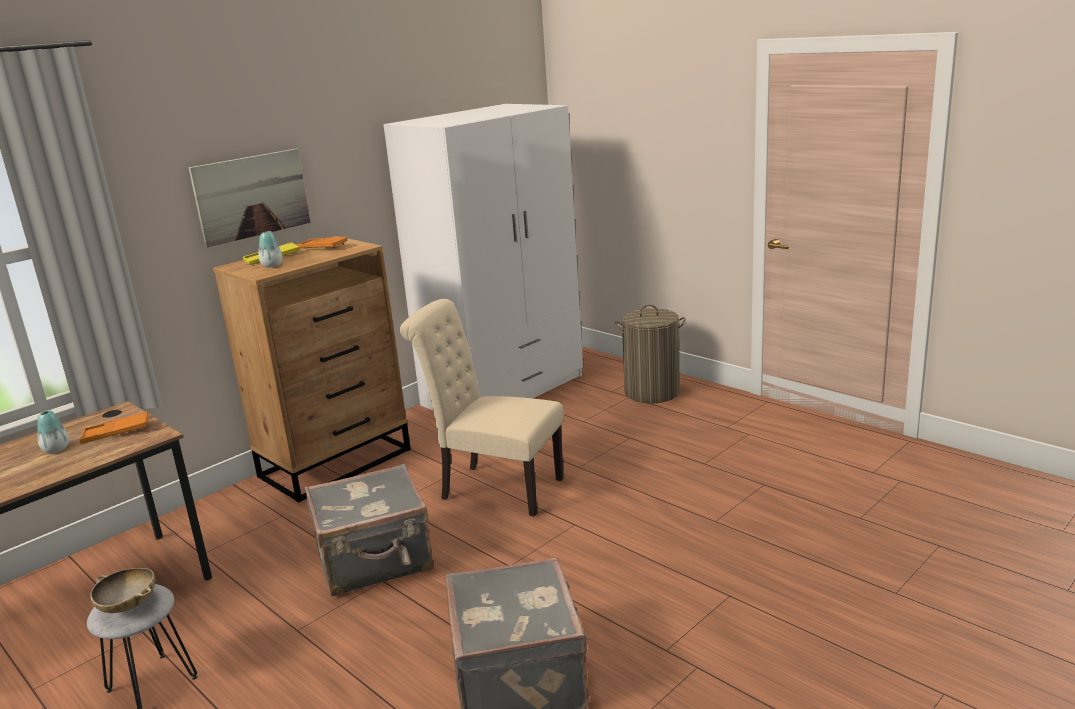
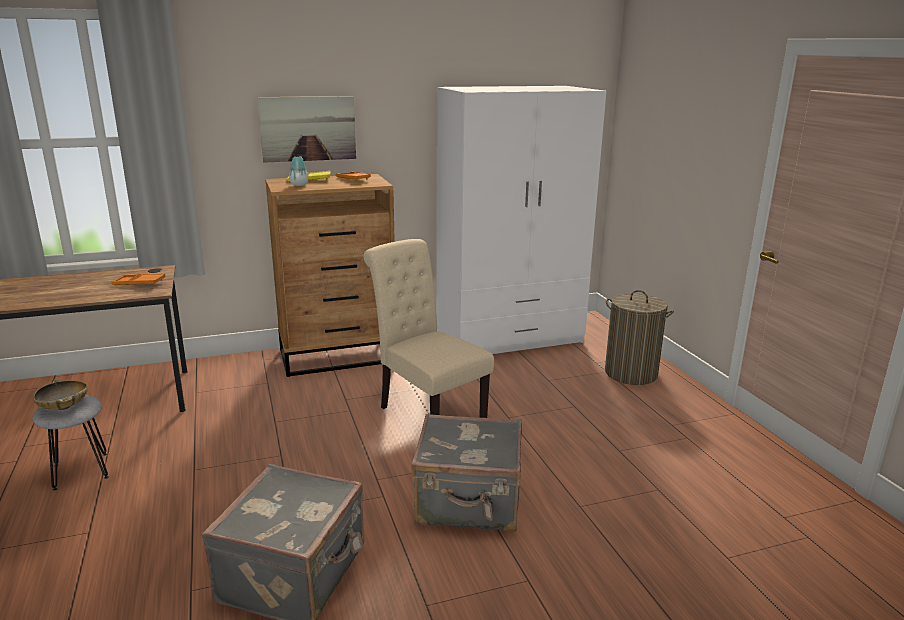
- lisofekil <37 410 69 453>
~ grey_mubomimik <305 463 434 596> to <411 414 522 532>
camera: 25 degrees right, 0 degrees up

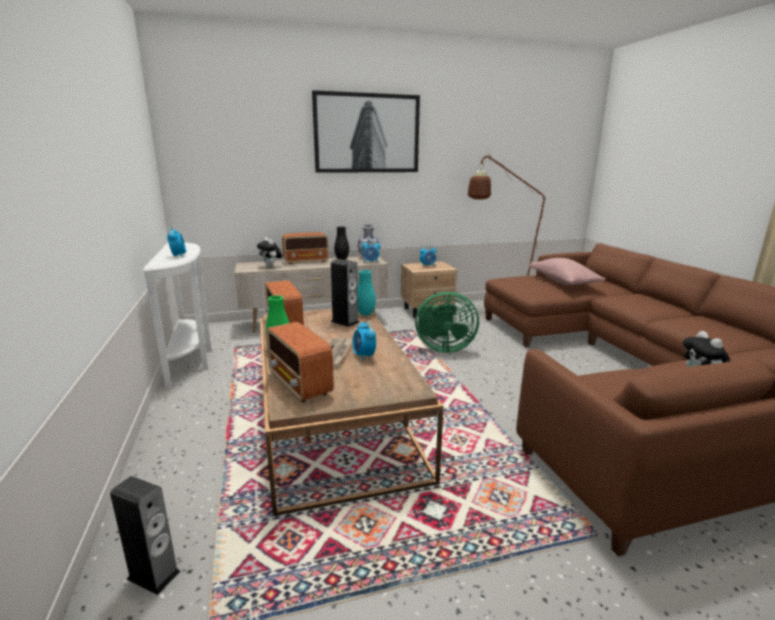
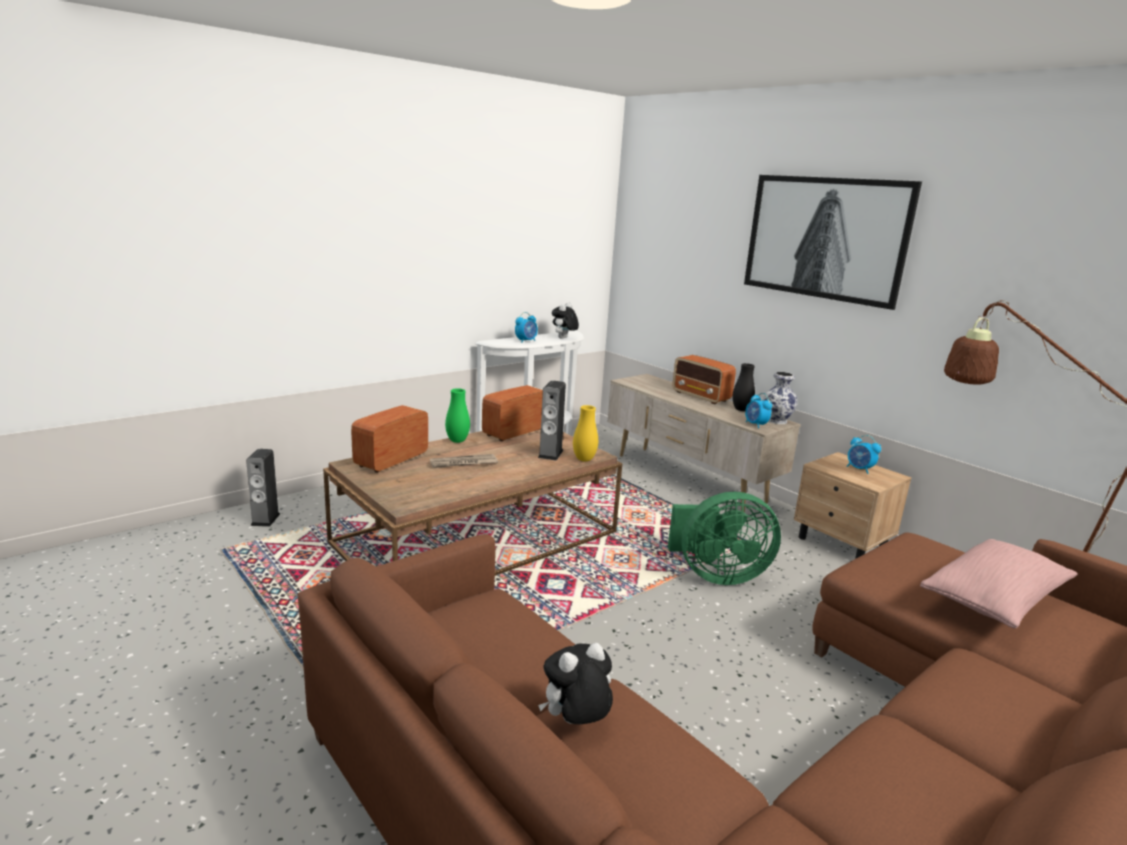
~ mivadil <257 237 282 268> to <552 303 579 339>
~ turquoise_lisofekil <358 270 376 316> to yellow_lisofekil <573 405 598 462>
~ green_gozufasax <415 291 479 353> = <668 492 781 585> 75 degrees counterclockwise
- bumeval <353 320 376 361>
camera: 65 degrees right, 0 degrees up

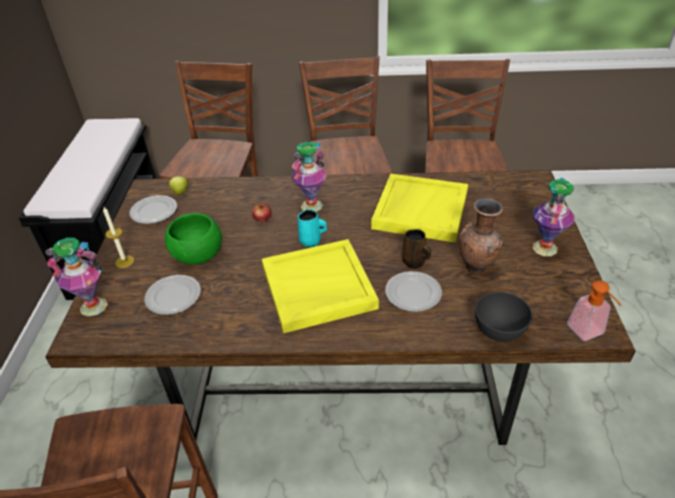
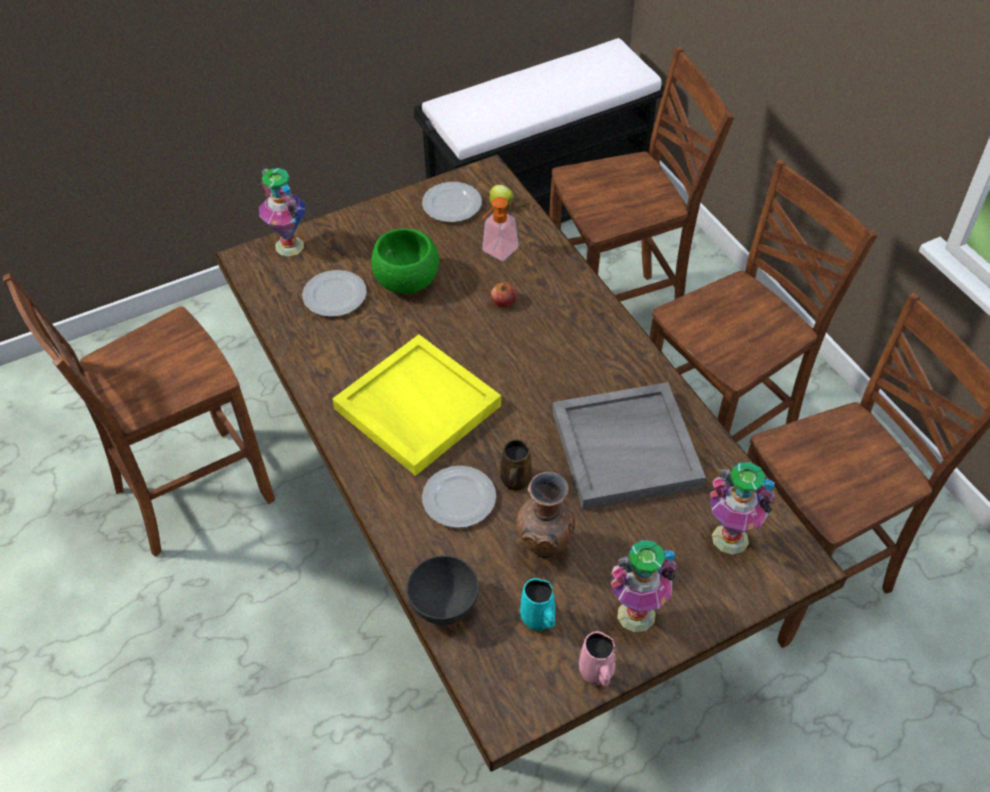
~ lisofekil <291 142 328 212> to <710 462 776 555>
~ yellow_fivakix <371 173 468 243> to grey_fivakix <552 382 706 510>
- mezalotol <103 207 134 268>
~ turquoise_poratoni <298 209 327 247> to <520 578 555 631>
~ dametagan <567 280 621 341> to <482 197 519 261>
+ pink_poratoni <579 631 615 686>
camera: 60 degrees right, 10 degrees up

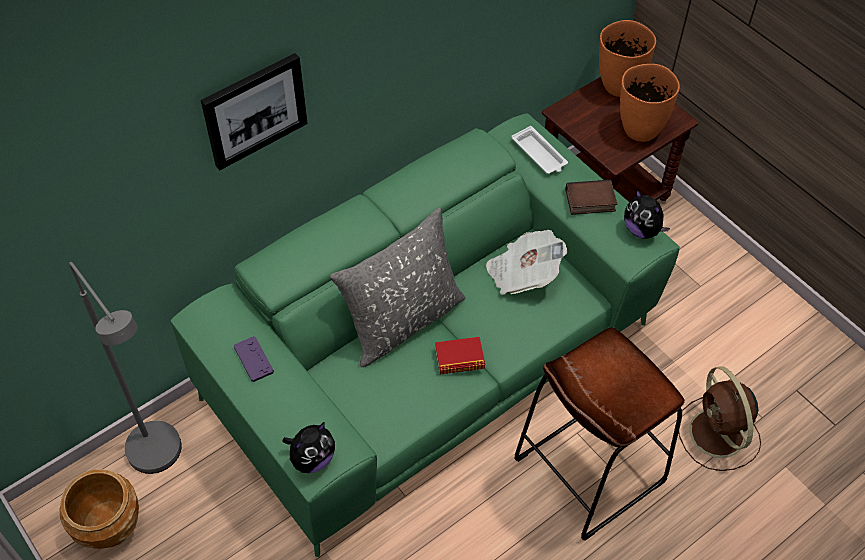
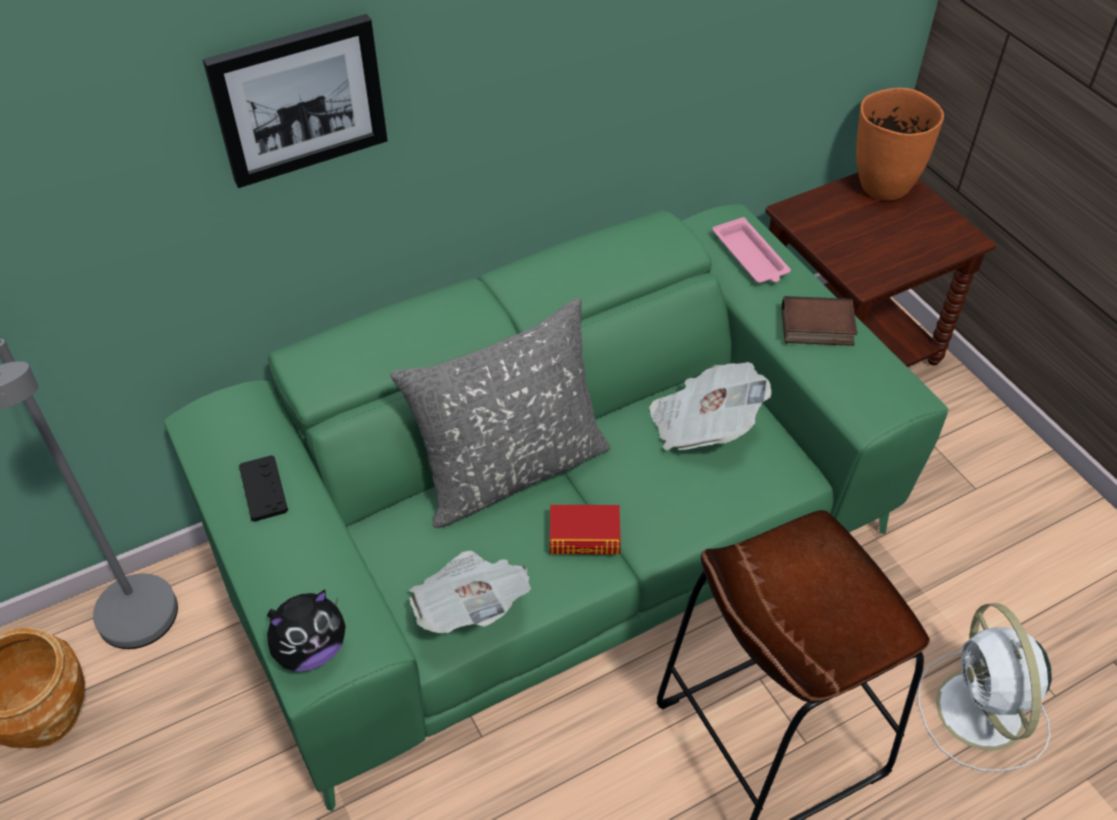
- orange_lisofekil <620 64 680 142>
~ white_fivakix <511 126 568 174> to pink_fivakix <712 217 791 283>
- mivadil <624 189 670 239>
~ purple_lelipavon <234 336 274 382> to black_lelipavon <239 455 288 522>
~ brown_gozufasax <679 366 761 471> to white_gozufasax <918 603 1052 772>
+ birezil <409 551 531 633>
camera: 10 degrees right, 5 degrees down

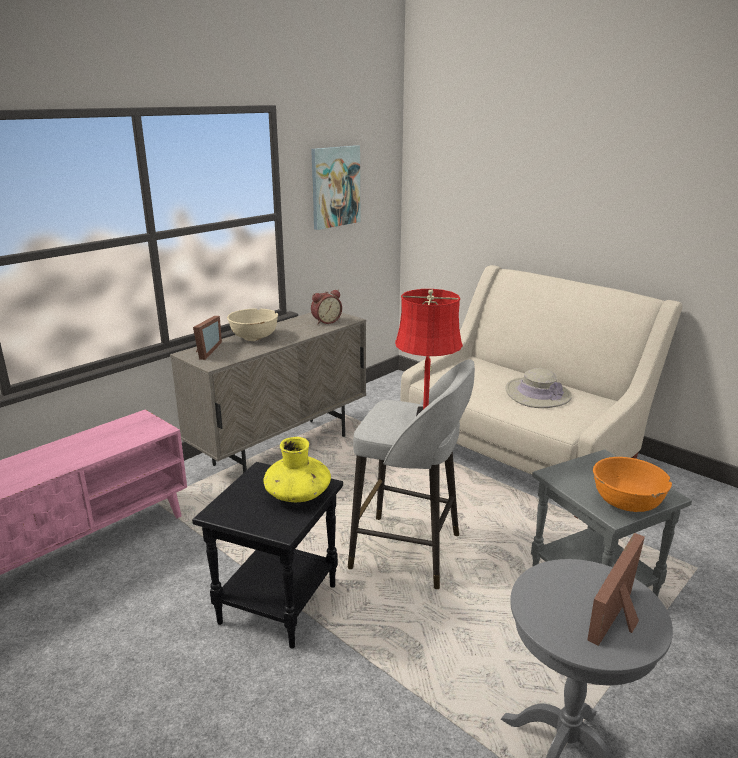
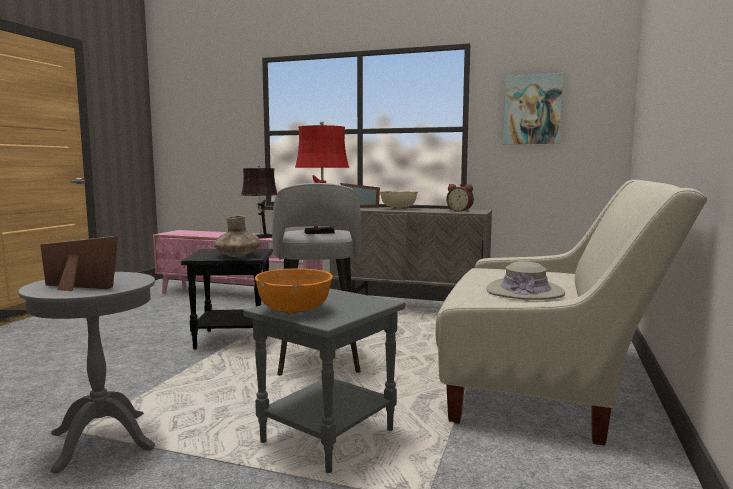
~ yellow_lisofekil <263 437 331 502> to brown_lisofekil <214 215 260 257>
+ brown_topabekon <241 165 277 239>
camera: 65 degrees right, 15 degrees down

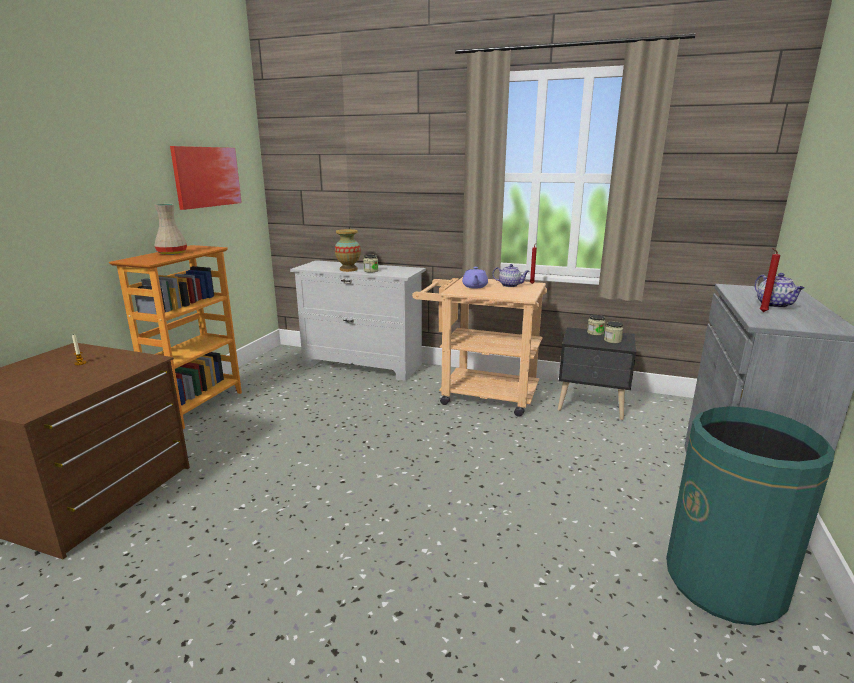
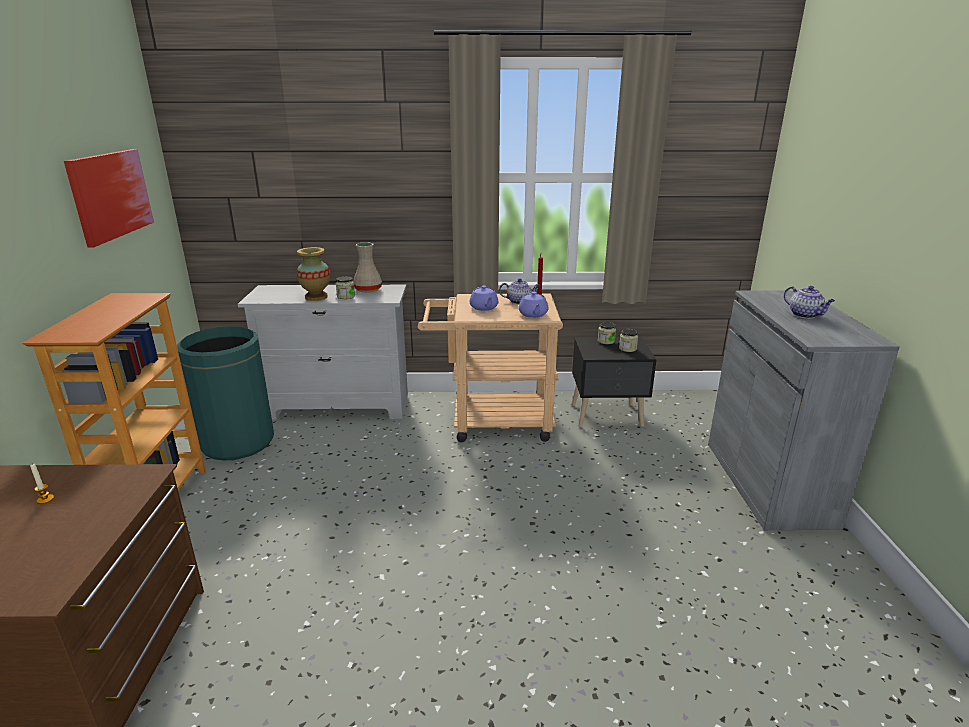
~ beige_lisofekil <154 204 187 255> to <353 242 382 292>
- red_mezalotol <760 248 780 312>
~ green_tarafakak <666 406 835 626> to <177 326 274 461>
+ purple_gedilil <519 292 548 318>
camera: 20 degrees left, 5 degrees up

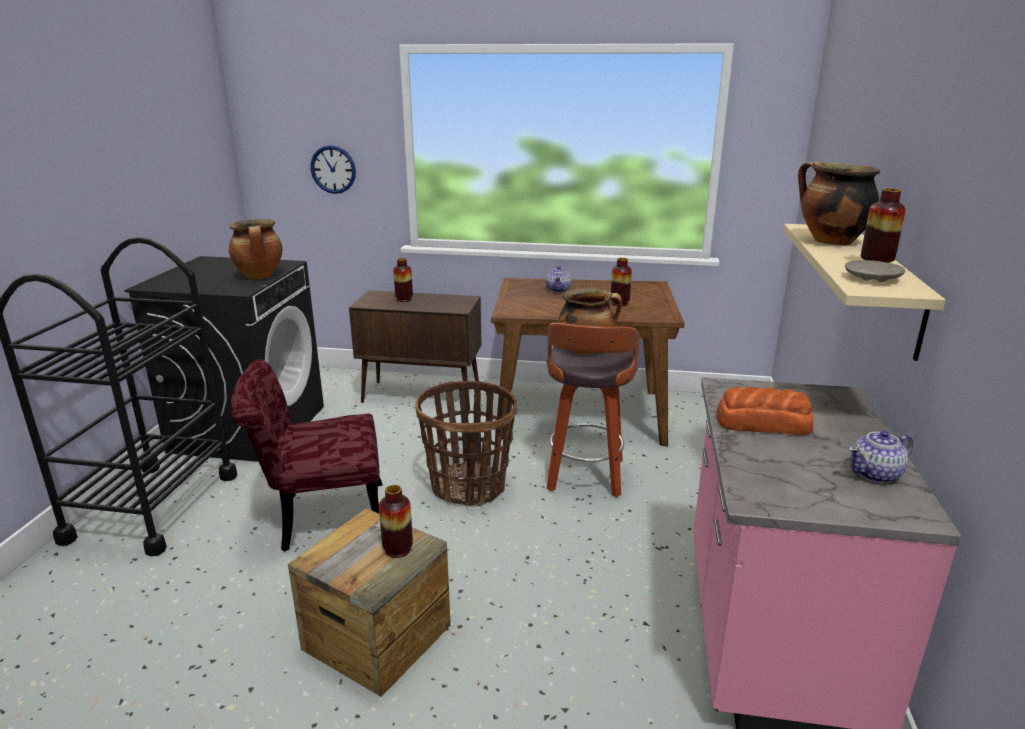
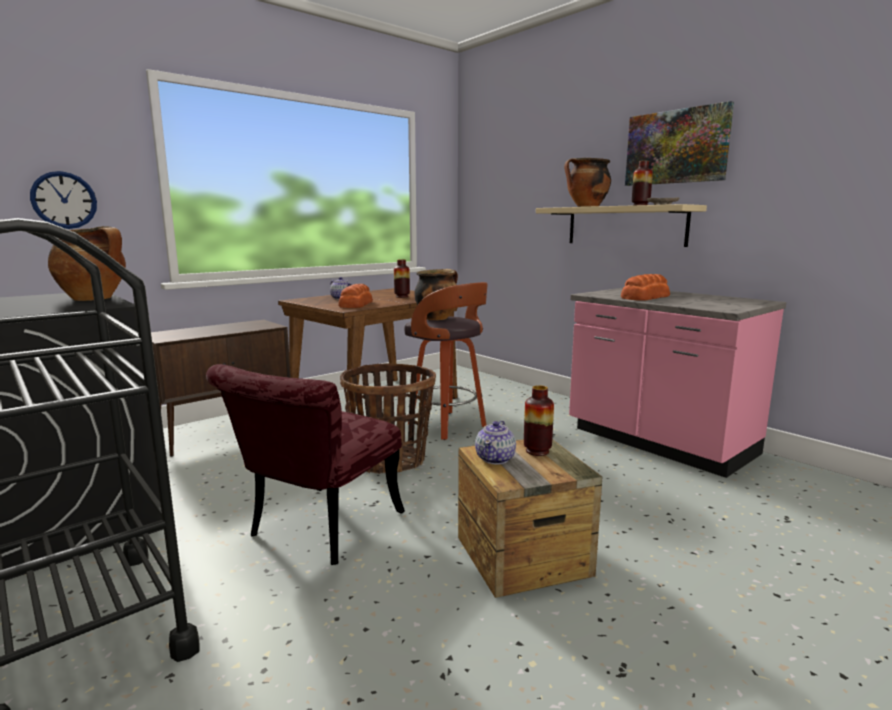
- lisofekil <393 258 413 302>
~ gedilil <849 430 913 483> to <475 420 516 464>
+ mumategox <625 101 734 186>
+ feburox <338 284 373 308>
camera: 50 degrees left, 10 degrees down

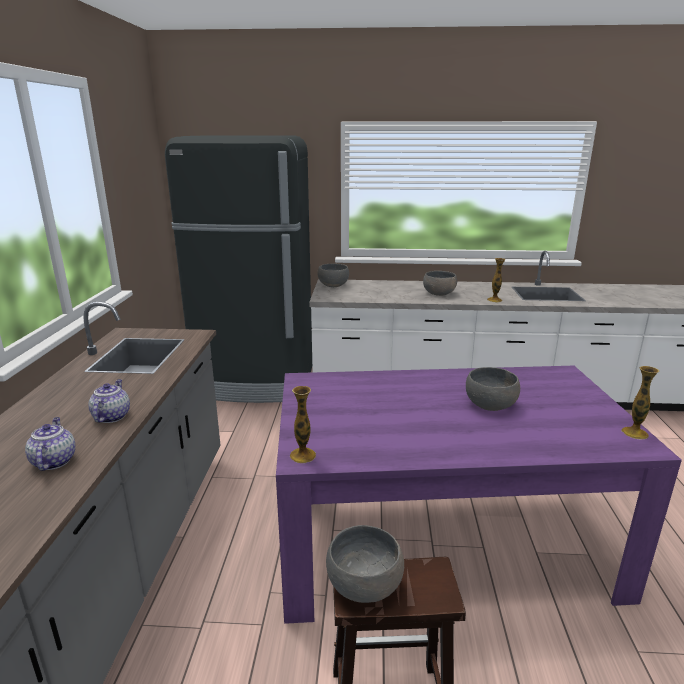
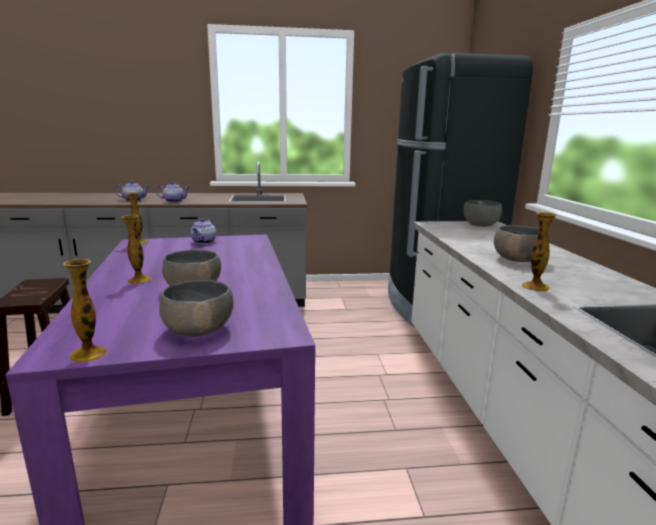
~ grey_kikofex <326 525 404 603> to <159 280 233 337>
+ lisofekil <121 215 152 284>
+ gedilil <190 218 216 244>
camera: 80 degrees right, 5 degrees down

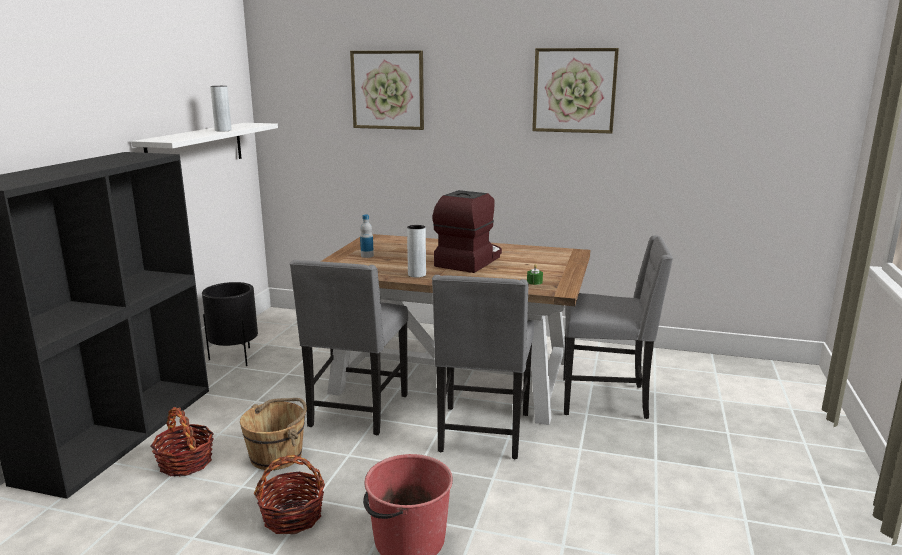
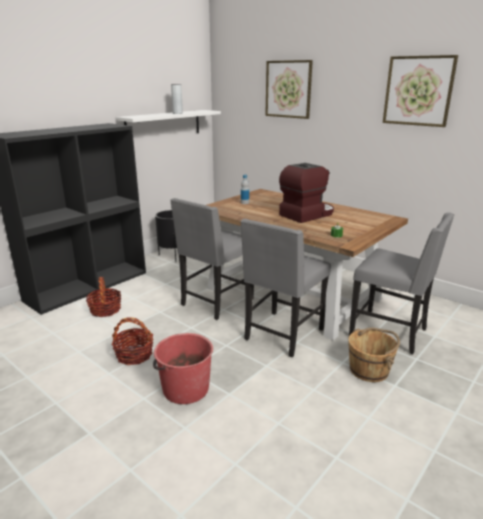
- grey_lisofekil <407 225 426 277>
~ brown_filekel <240 398 307 470> to <348 328 400 382>
camera: 25 degrees right, 5 degrees up

